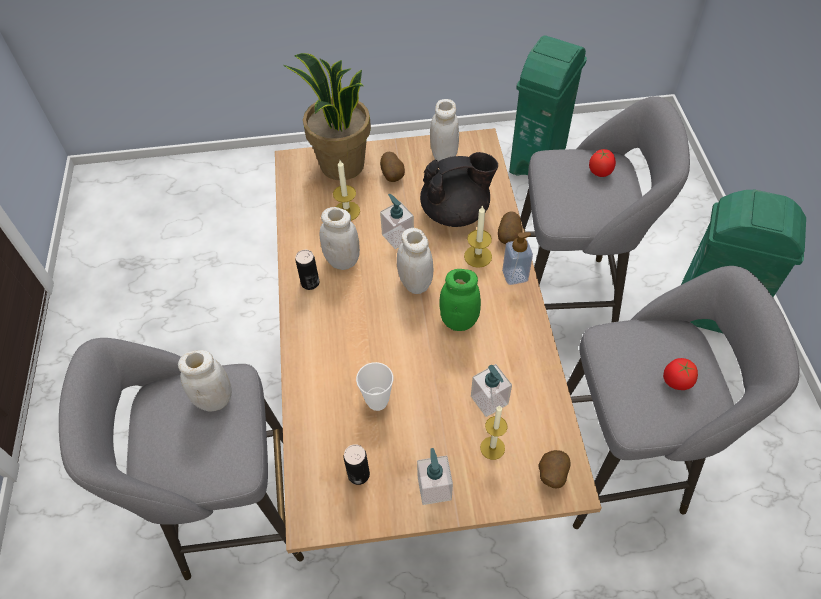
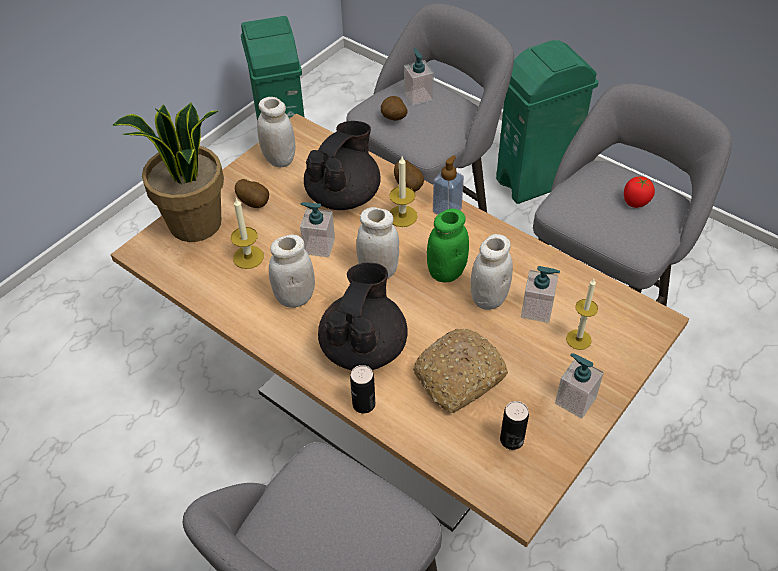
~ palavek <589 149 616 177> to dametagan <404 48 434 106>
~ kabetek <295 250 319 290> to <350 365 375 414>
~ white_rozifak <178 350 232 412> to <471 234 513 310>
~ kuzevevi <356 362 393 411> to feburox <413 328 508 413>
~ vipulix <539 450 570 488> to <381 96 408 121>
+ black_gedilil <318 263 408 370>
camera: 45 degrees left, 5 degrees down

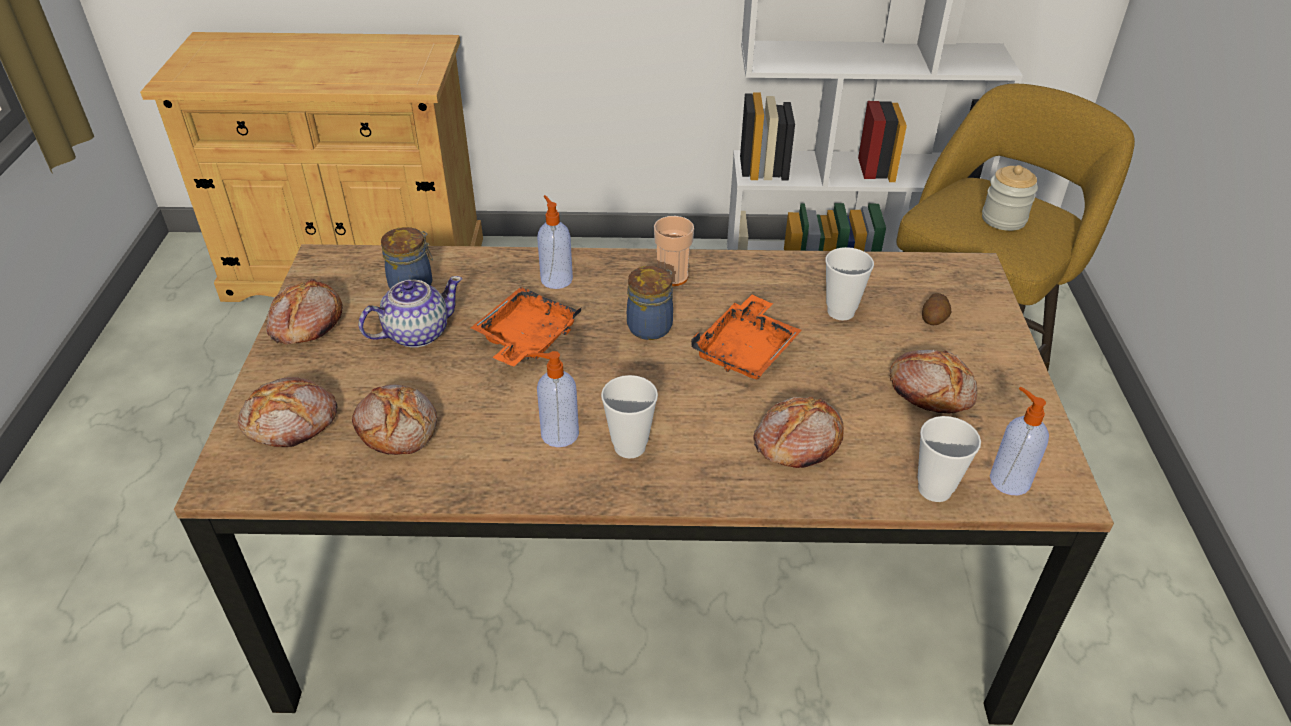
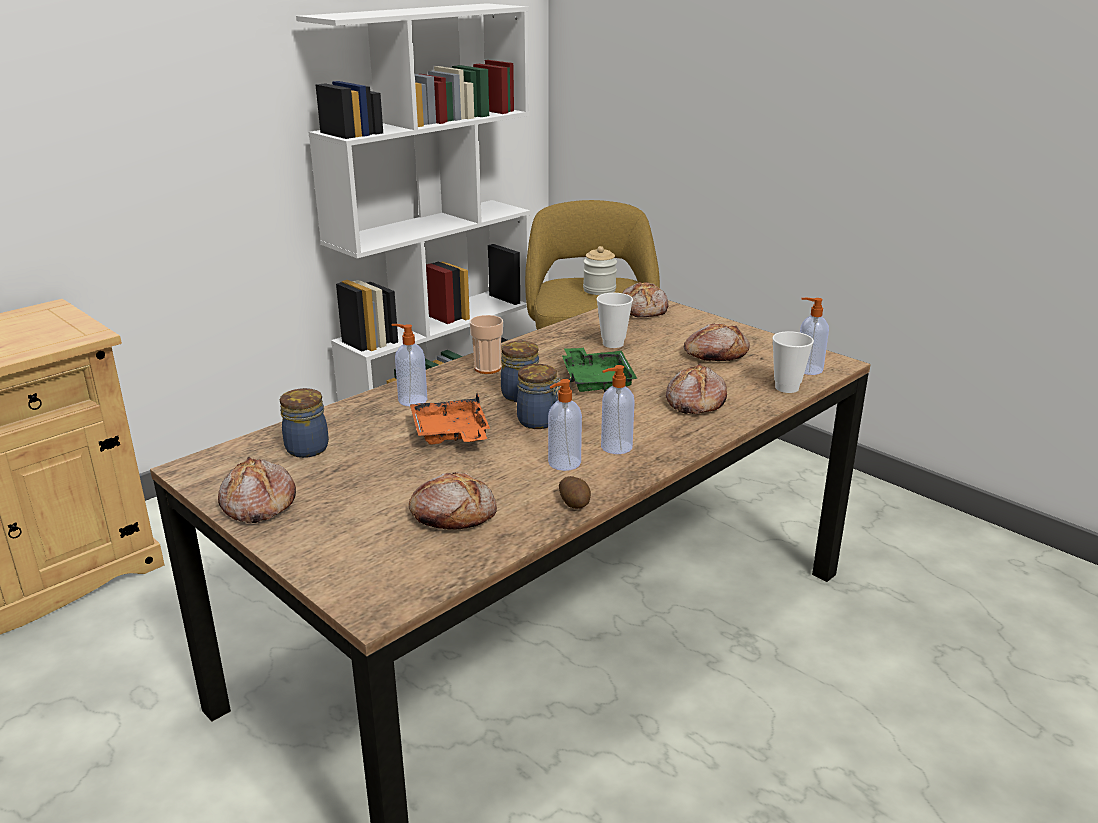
- gedilil <358 276 462 348>
~ vipulix <922 293 951 325> to <559 476 591 509>
~ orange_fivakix <691 295 802 379> to green_fivakix <562 347 637 392>
~ kuzevevi <601 375 658 459> to dametagan <601 365 635 454>
~ feburox <238 377 337 447> to <622 282 668 317>
+ rozifak <517 364 561 429>
camera: 45 degrees left, 15 degrees down

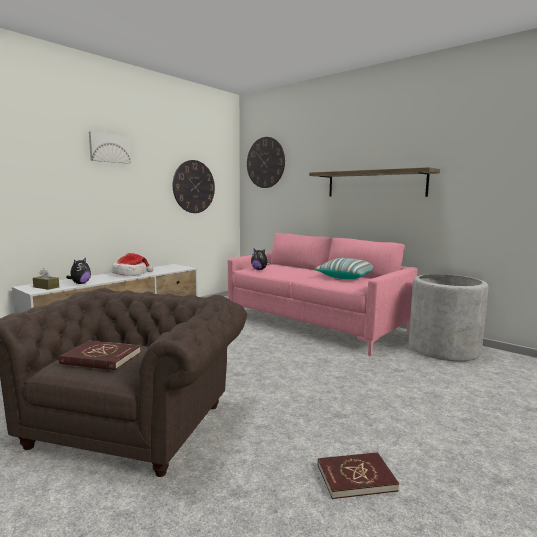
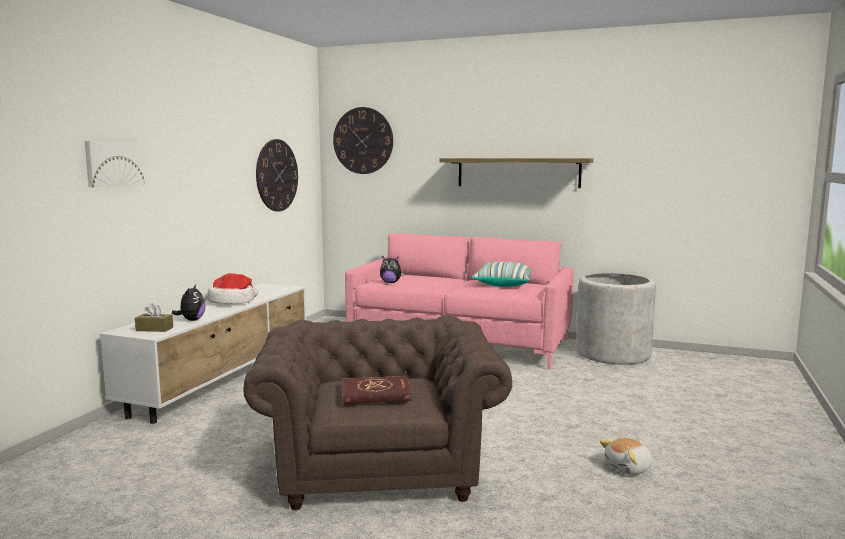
~ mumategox <89 131 131 164> to <85 141 145 187>
~ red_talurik <318 452 399 499> to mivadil <600 438 653 475>
camera: 20 degrees left, 0 degrees up

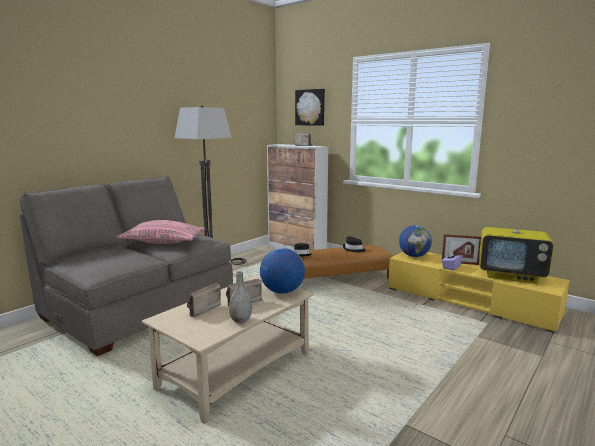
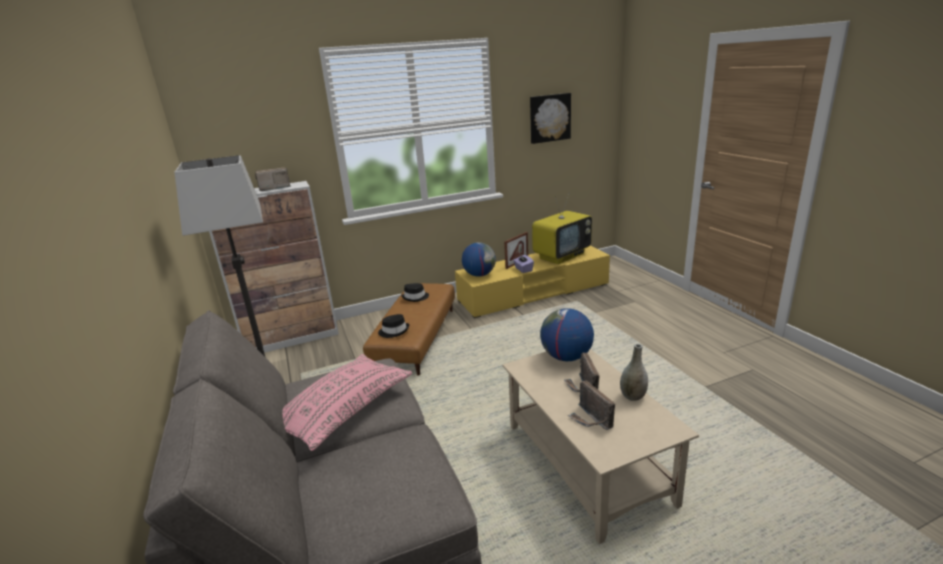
~ mumategox <295 89 325 126> to <530 93 571 144>
camera: 60 degrees left, 10 degrees up

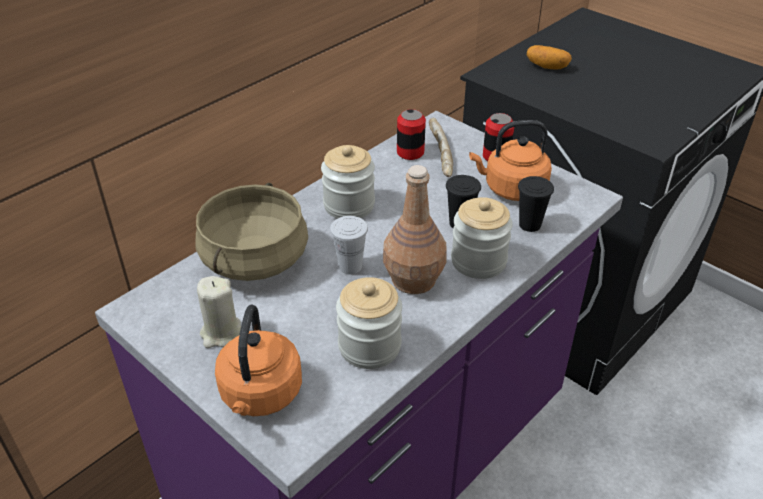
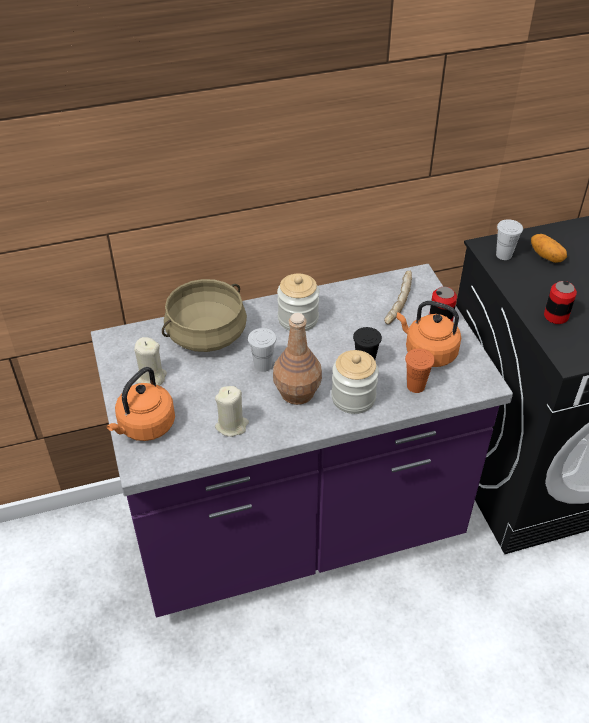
~ kabetek <397 109 426 160> to <544 281 577 324>
~ black_kuzevevi <518 176 554 232> to orange_kuzevevi <405 349 435 393>
~ rozifak <336 277 402 369> to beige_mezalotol <215 386 249 437>
+ white_kuzevevi <496 219 523 260>
camera: 30 degrees right, 5 degrees up

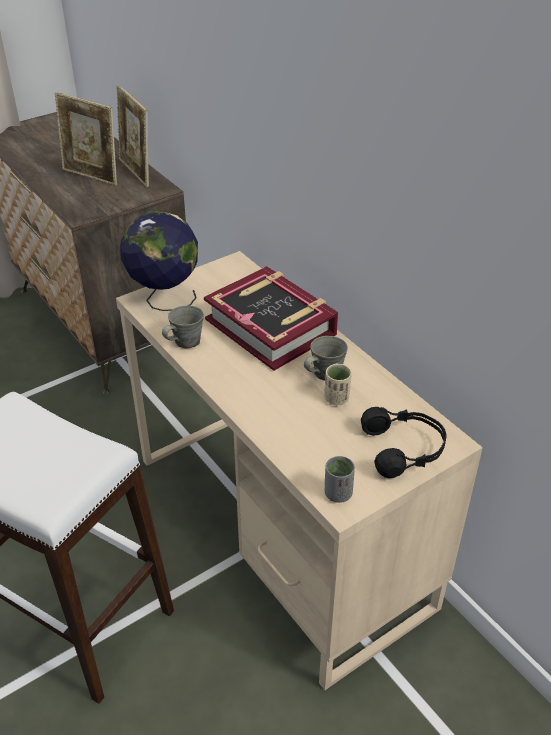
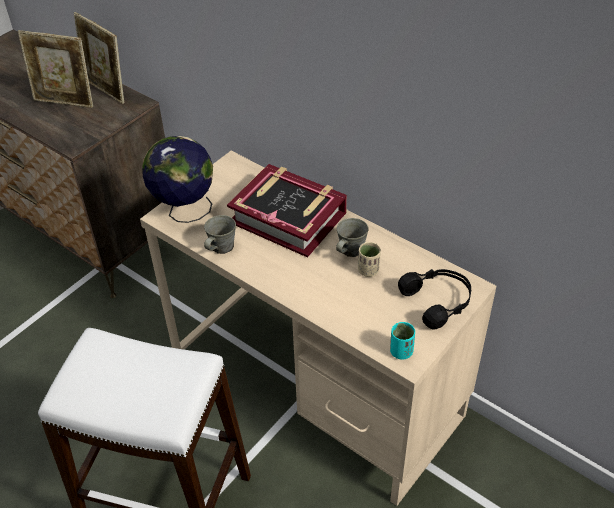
~ grey_kuzevevi <325 456 355 503> to turquoise_kuzevevi <390 322 415 360>
camera: 15 degrees left, 5 degrees up

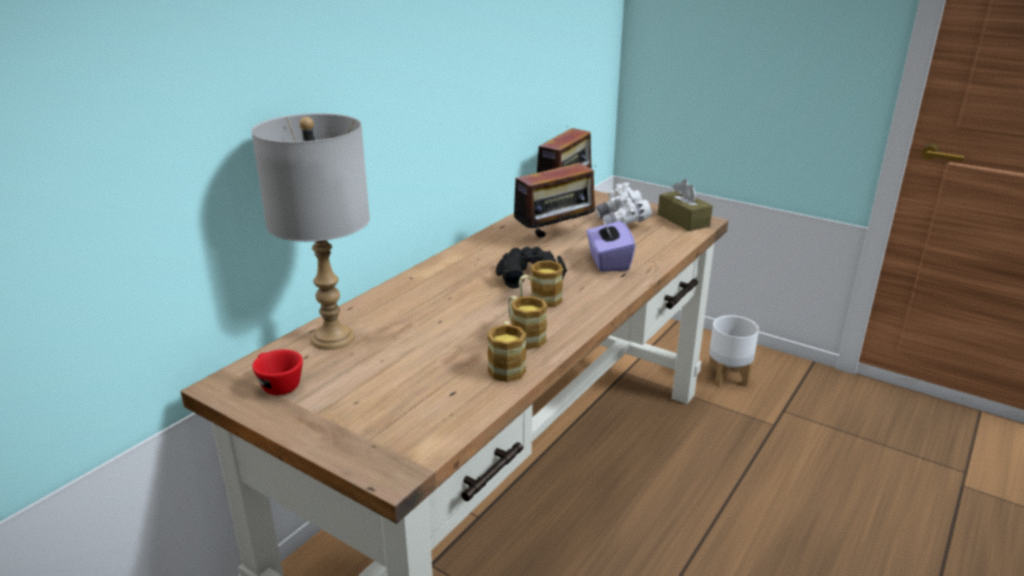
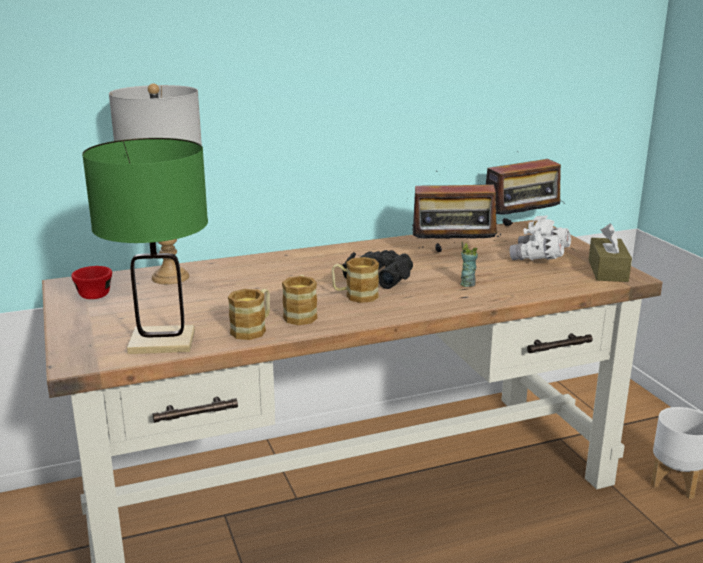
~ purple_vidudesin <586 218 635 272> to kuzevevi <460 242 478 287>
+ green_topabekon <82 138 208 354>
camera: 35 degrees right, 5 degrees down

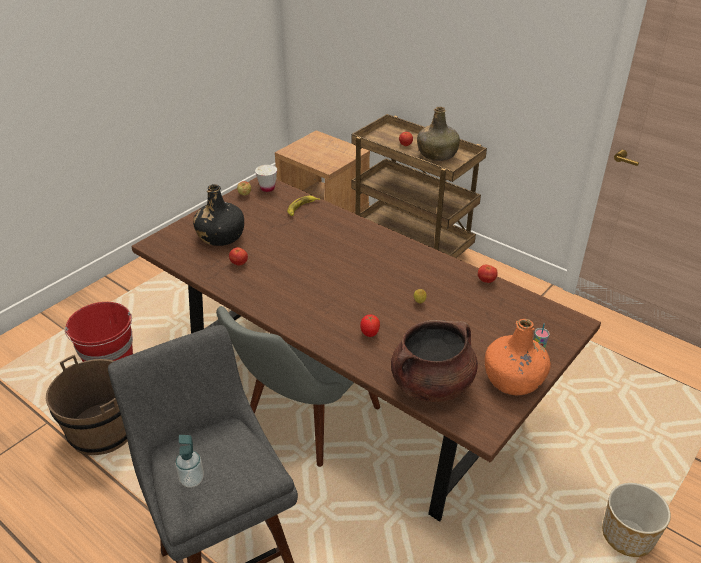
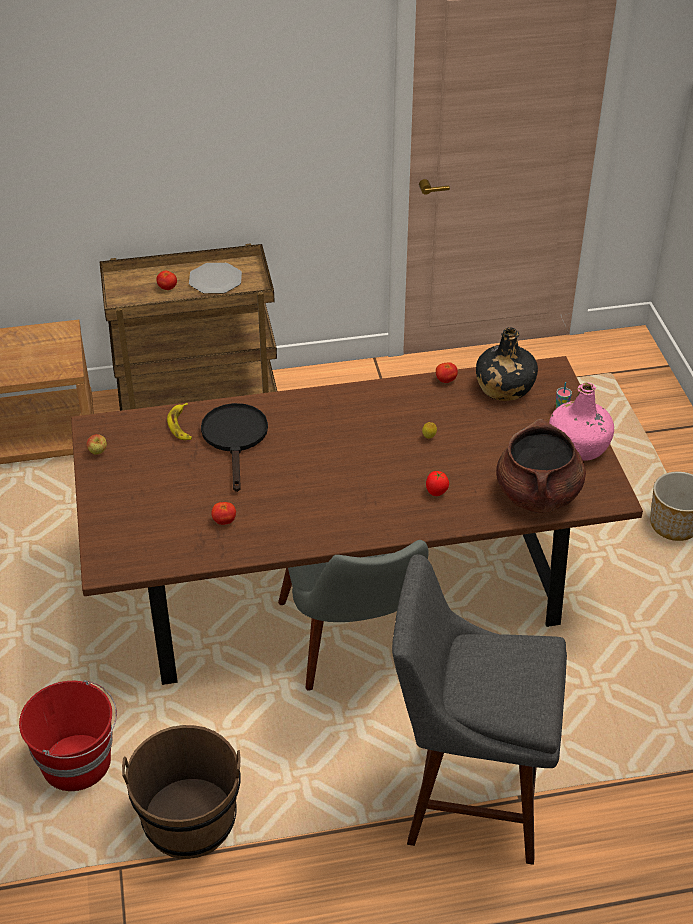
~ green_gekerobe <417 107 460 161> to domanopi <189 263 242 294>
- white_kuzevevi <255 165 277 192>
~ black_gekerobe <193 184 244 246> to <476 327 538 401>
~ orange_gekerobe <485 319 551 395> to pink_gekerobe <549 382 614 461>
- dametagan <175 435 204 488>
+ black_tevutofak <201 403 268 492>
camera: 50 degrees left, 5 degrees up

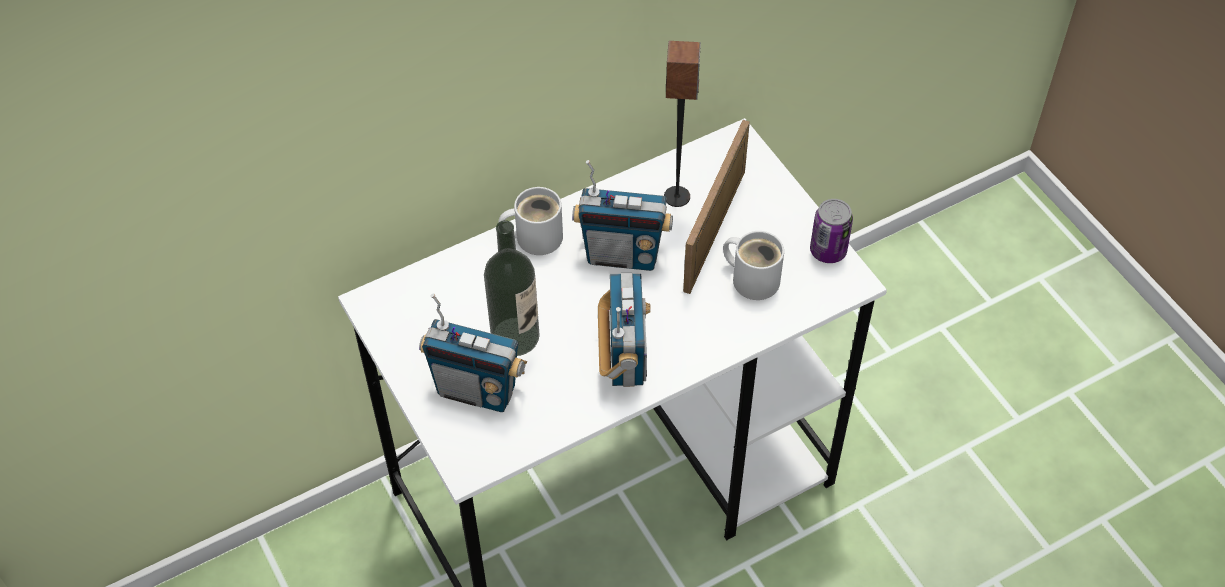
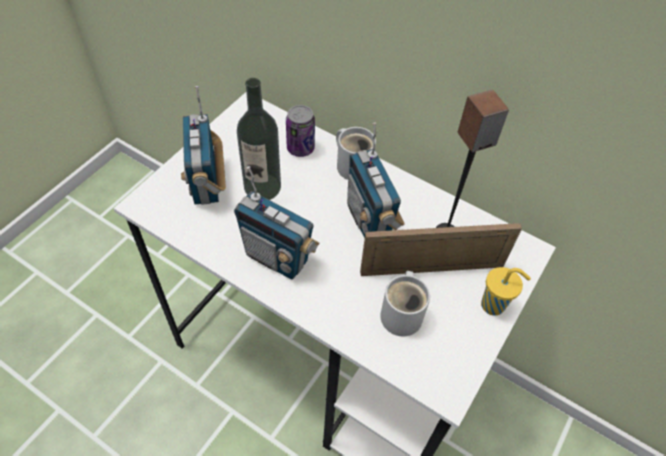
~ kabetek <810 199 853 263> to <286 105 315 157>
~ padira <598 273 651 387> = <234 166 320 279> 60 degrees clockwise
+ yellow_kuzevevi <481 267 531 316>
camera: 60 degrees right, 0 degrees up

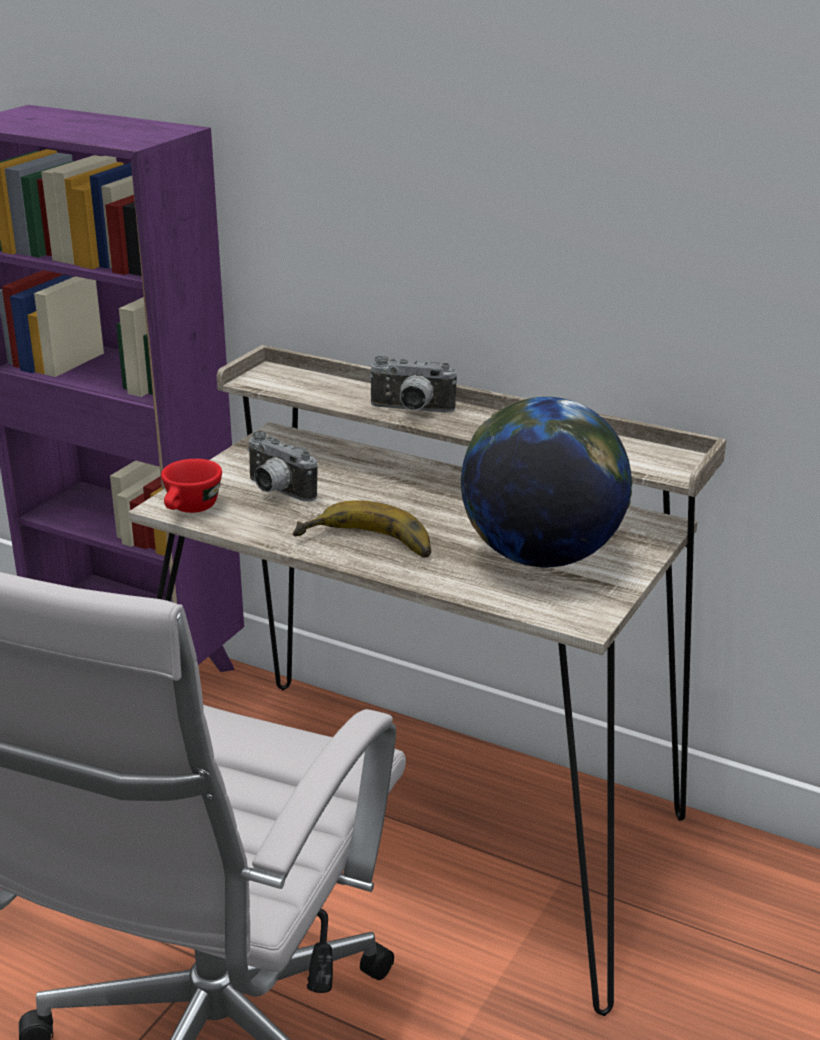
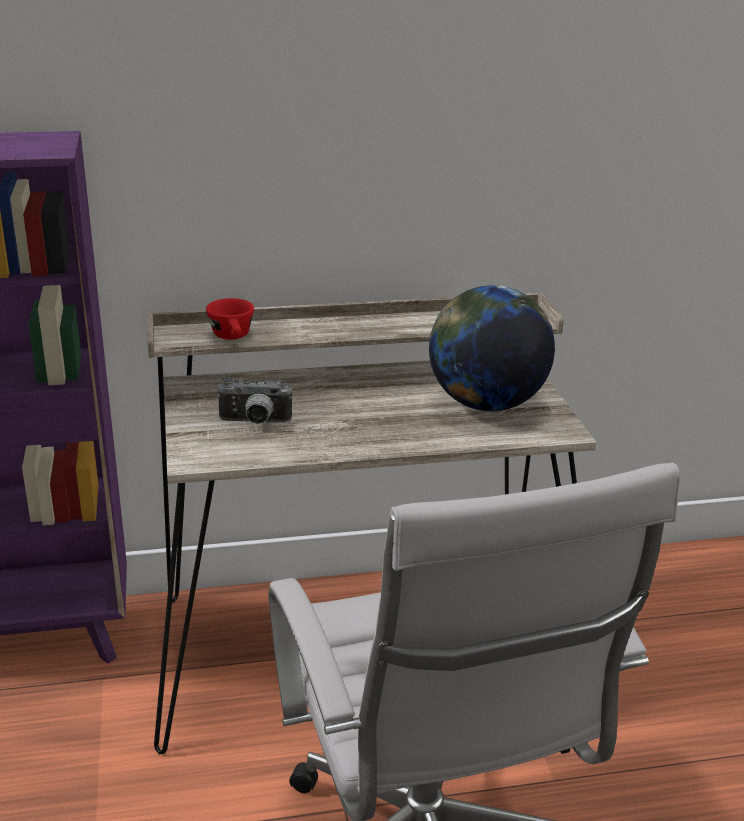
- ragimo <369 356 457 413>
~ red_kuzevevi <161 459 222 513> to <206 298 254 340>
- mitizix <293 500 431 558>
camera: 40 degrees left, 0 degrees up

